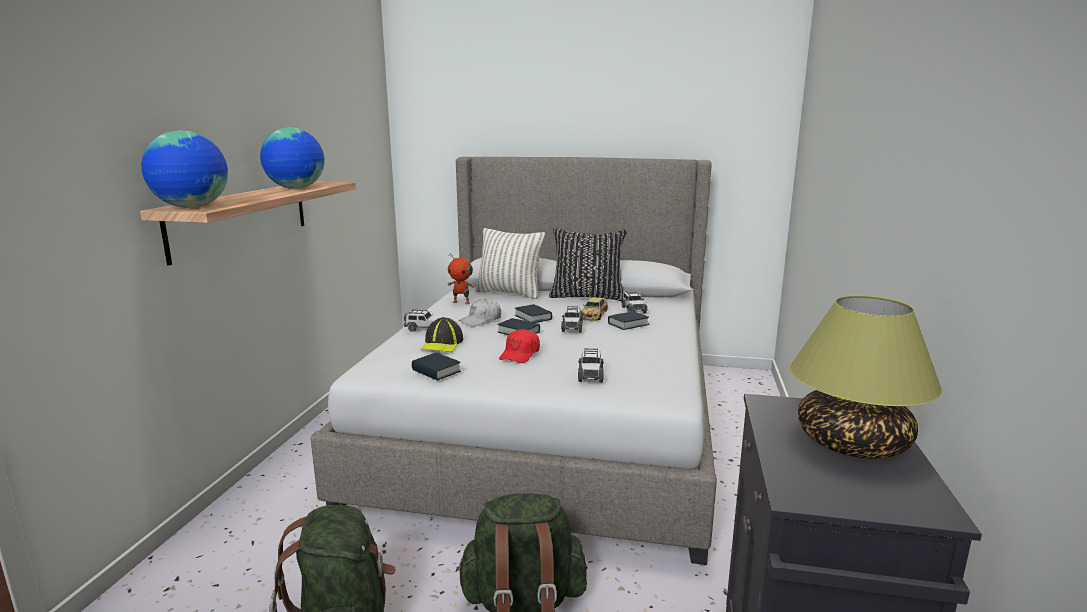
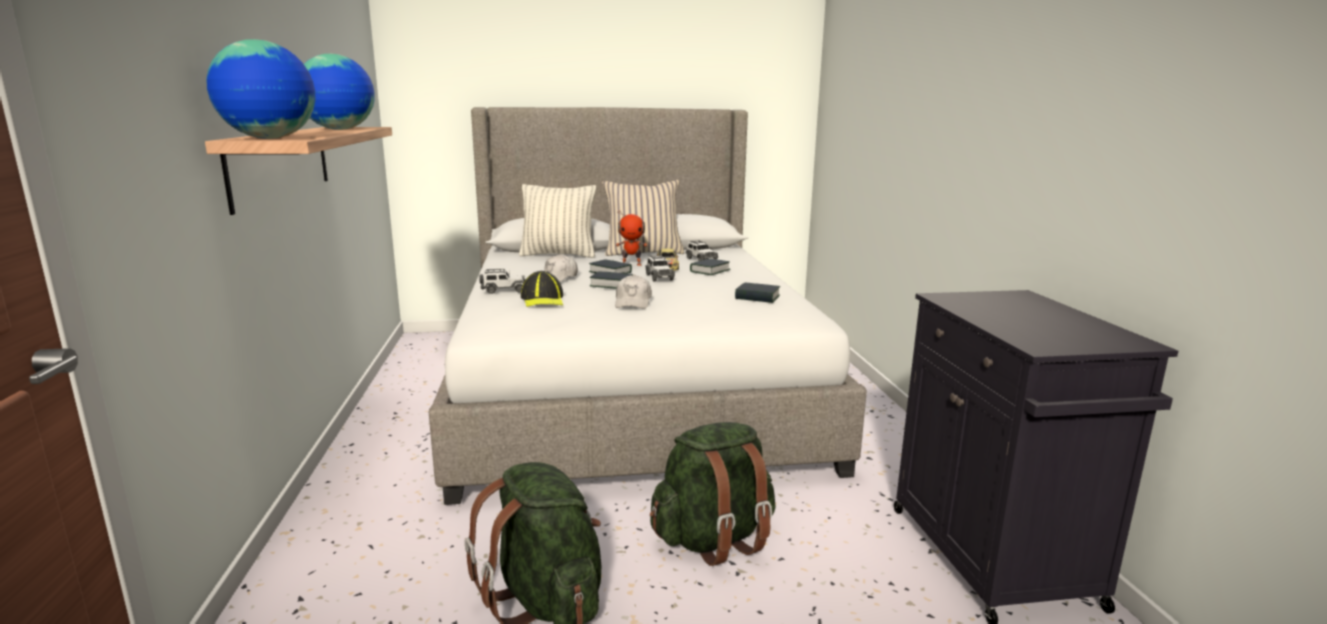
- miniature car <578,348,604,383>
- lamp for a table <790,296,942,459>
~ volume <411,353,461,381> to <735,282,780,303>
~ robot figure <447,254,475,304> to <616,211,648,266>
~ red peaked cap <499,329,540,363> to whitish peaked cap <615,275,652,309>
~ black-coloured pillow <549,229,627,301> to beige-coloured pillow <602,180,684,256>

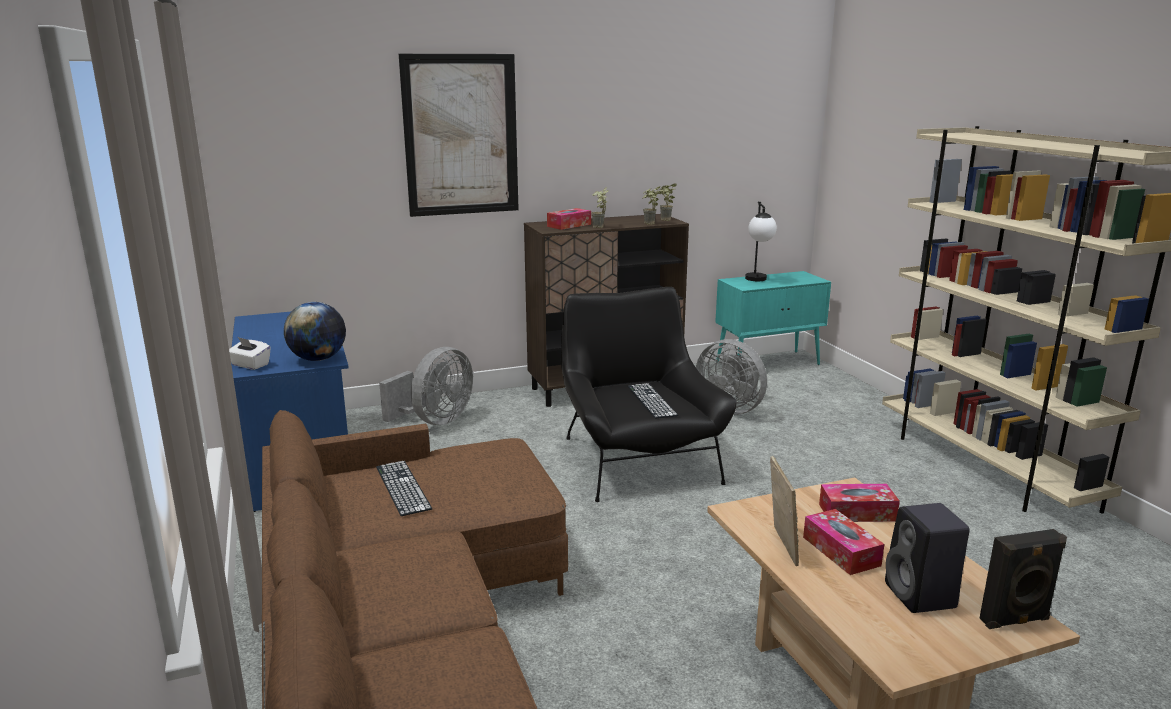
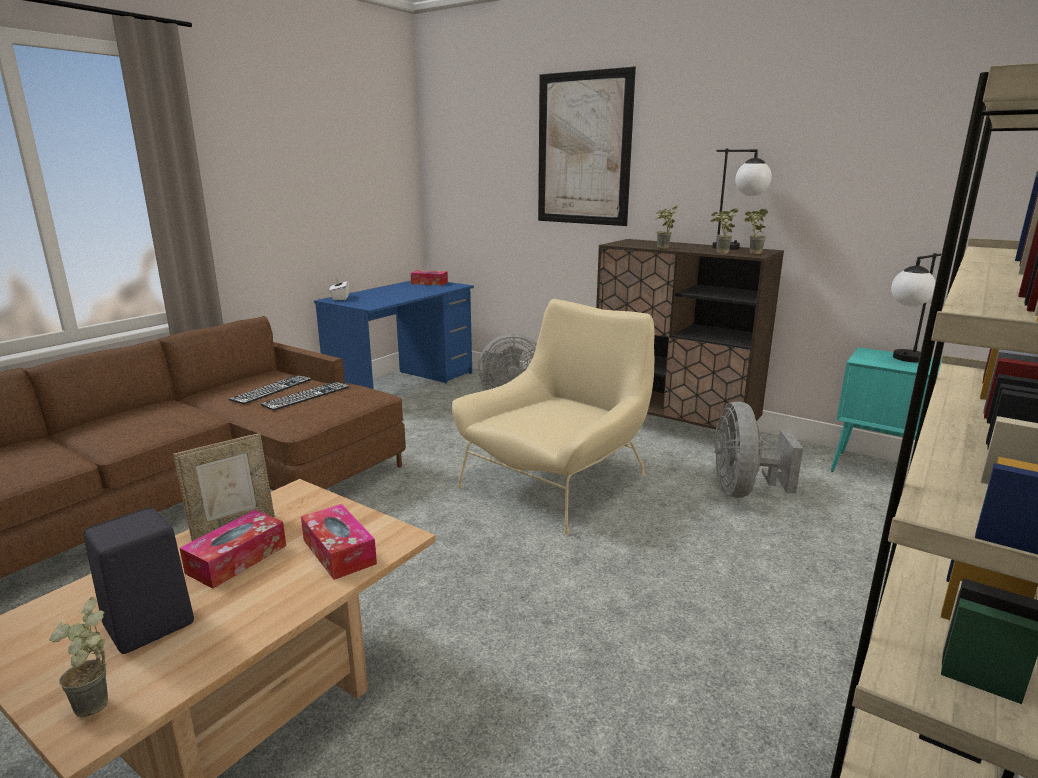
- globe <284,302,346,361>
+ lamp for a table <712,149,772,250>
~ box of tissues <547,208,591,230> to <411,270,448,285>
~ computer keyboard <628,383,678,418> to <260,382,349,411>
~ black-coloured audio speaker <979,529,1067,629> to houseplant <49,597,108,717>
~ black-coloured lounge chair <561,287,736,502> to beige-coloured lounge chair <452,299,655,535>

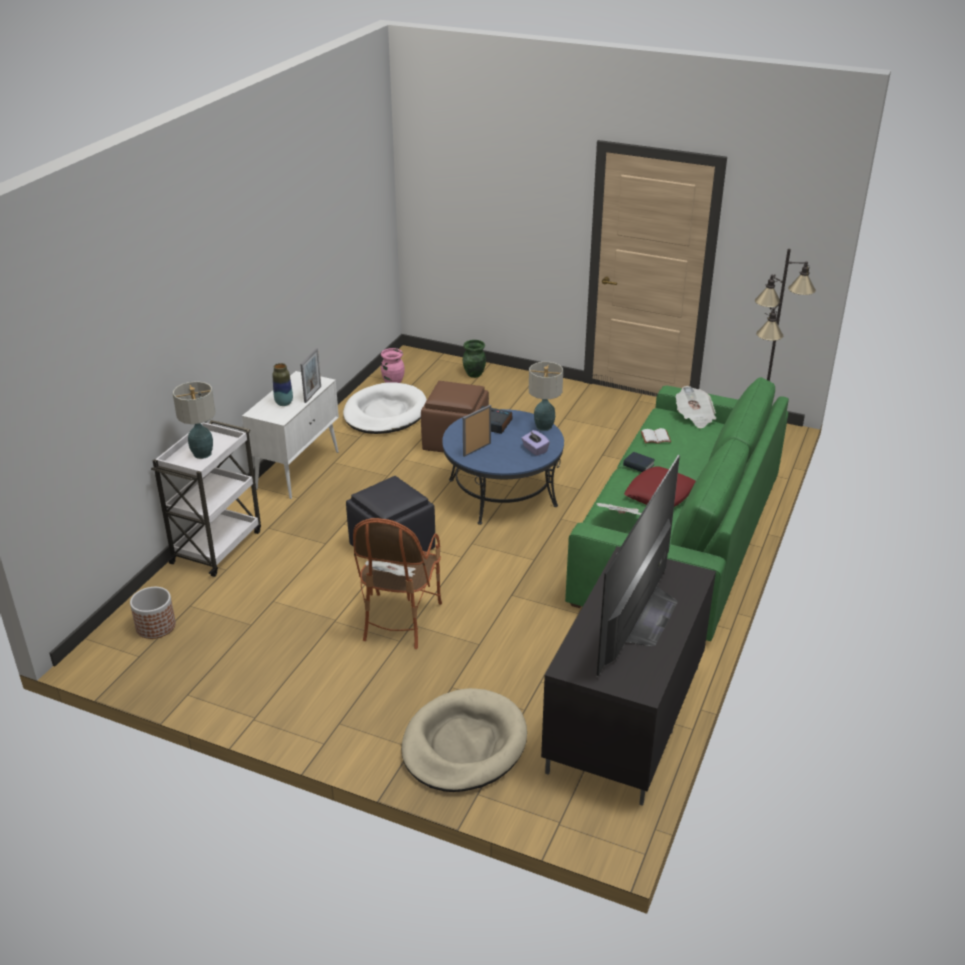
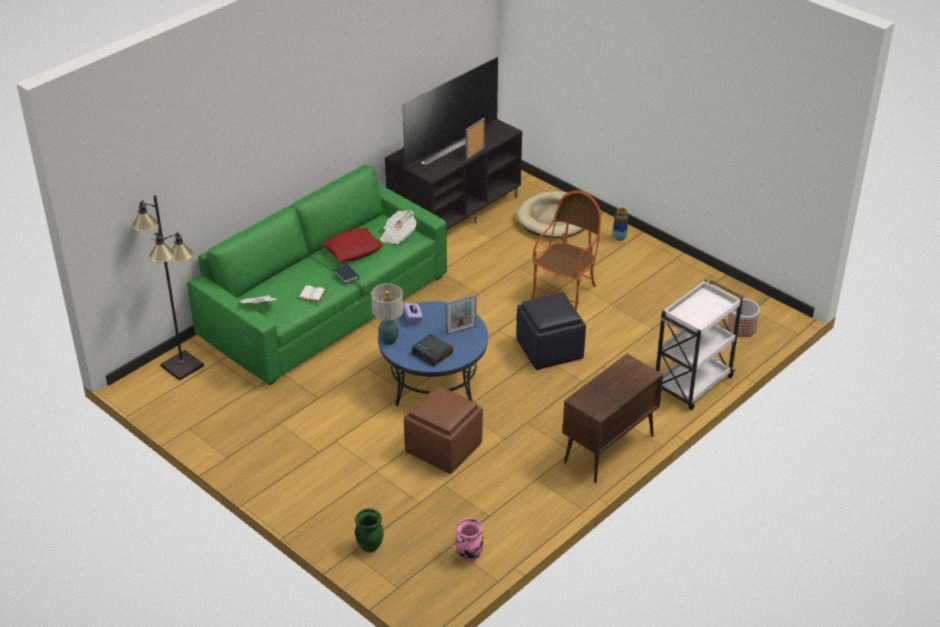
- lamp for a table <173,381,215,459>
- whitish dog cushion <343,382,427,434>
- printed paper <365,561,415,577>
~ decorative vase <272,363,293,406> to <613,208,628,241>
~ standing frame <300,348,321,403> to <466,118,485,160>
~ whitish cupboard <242,371,339,499> to brownish cupboard <563,354,663,483>

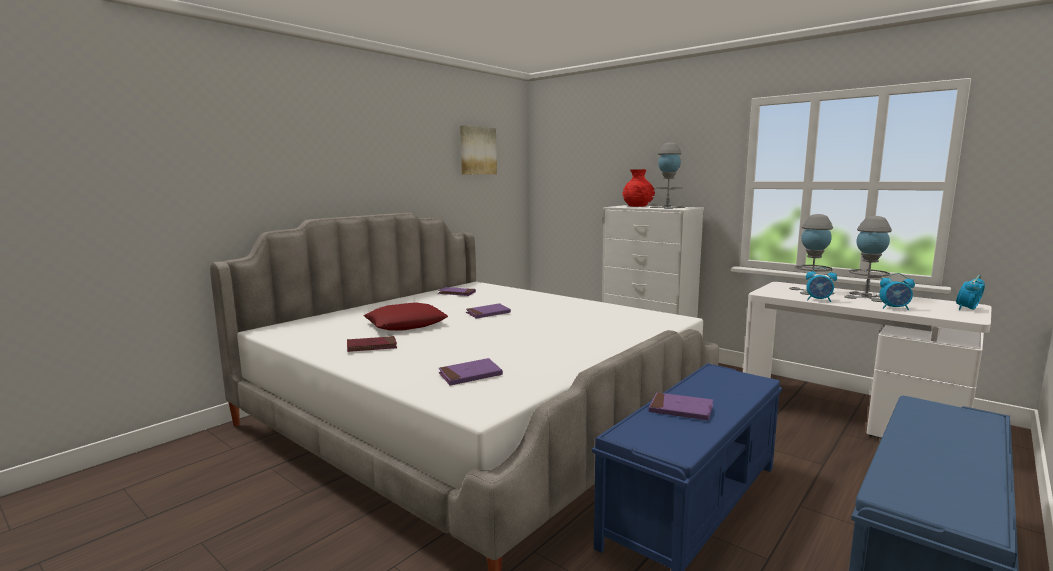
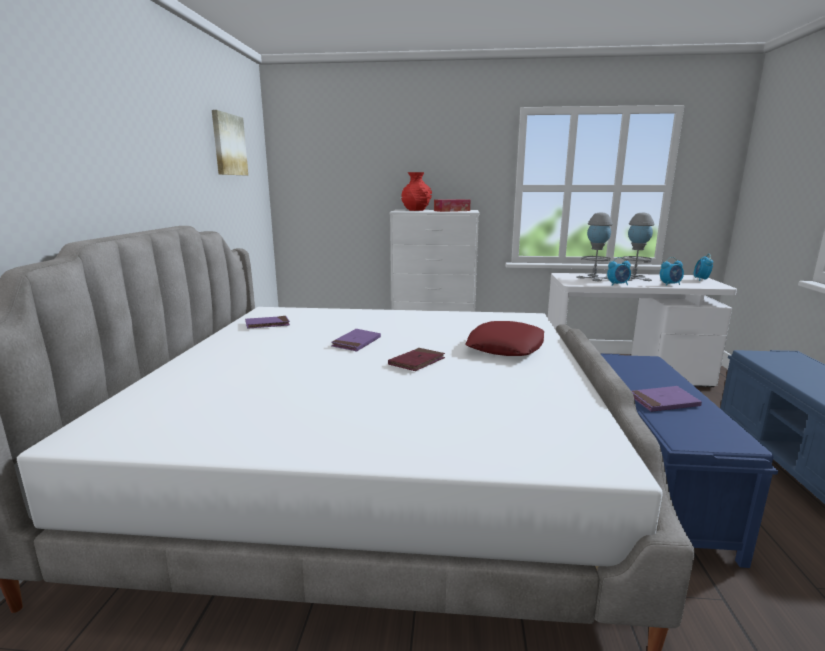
- purple volume <438,358,503,386>
~ red volume <347,336,397,352> to <388,348,445,371>
~ red pillow <364,302,448,331> to <465,321,544,356>
~ greyish lamp for a table <650,142,685,209> to box of tissues <434,199,470,212>

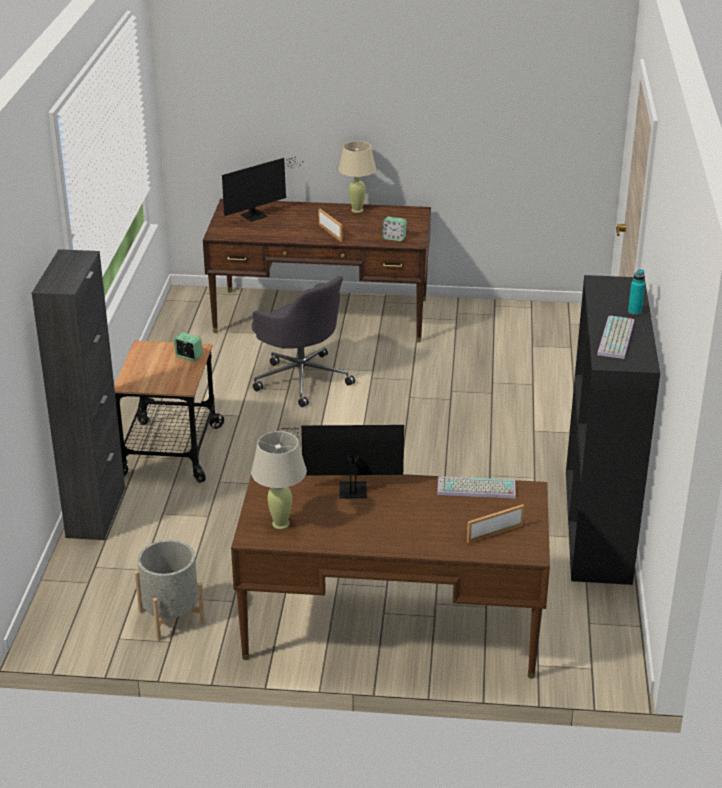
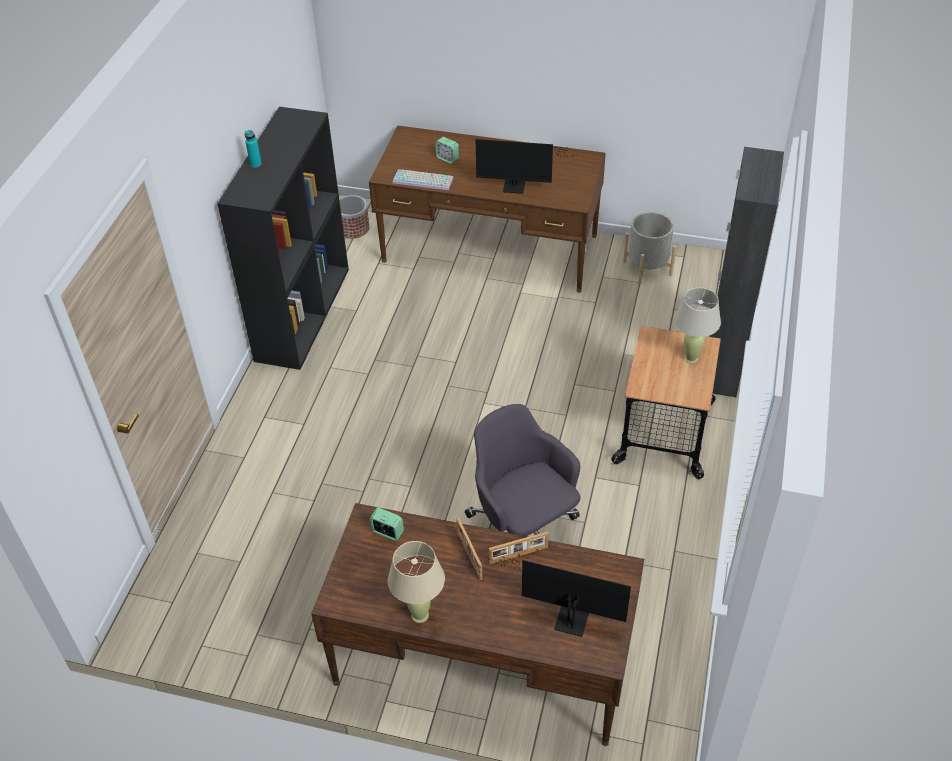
- computer keyboard <597,316,634,359>
+ flower pot <339,195,369,238>
~ bedside clock <174,332,203,361> to <435,137,459,164>
~ beige-coloured lamp for a table <251,431,307,529> to <674,288,721,364>
~ standing frame <467,504,524,544> to <489,531,549,564>
~ computer screen <222,157,301,222> = <488,557,631,637> 45 degrees clockwise

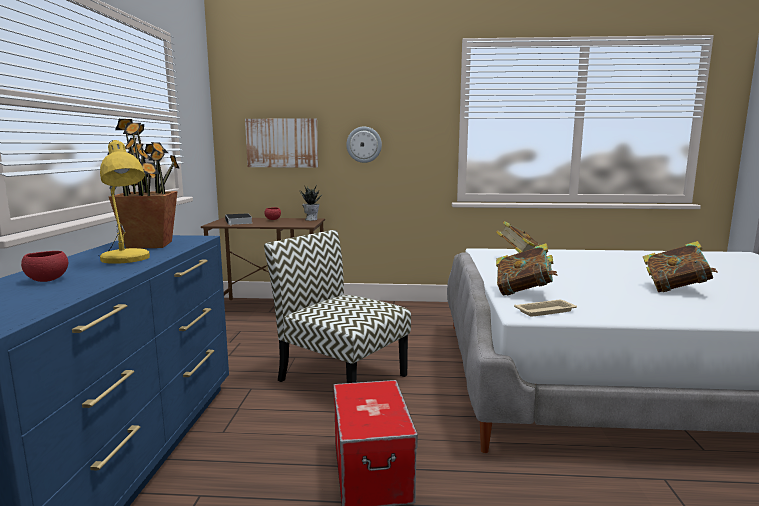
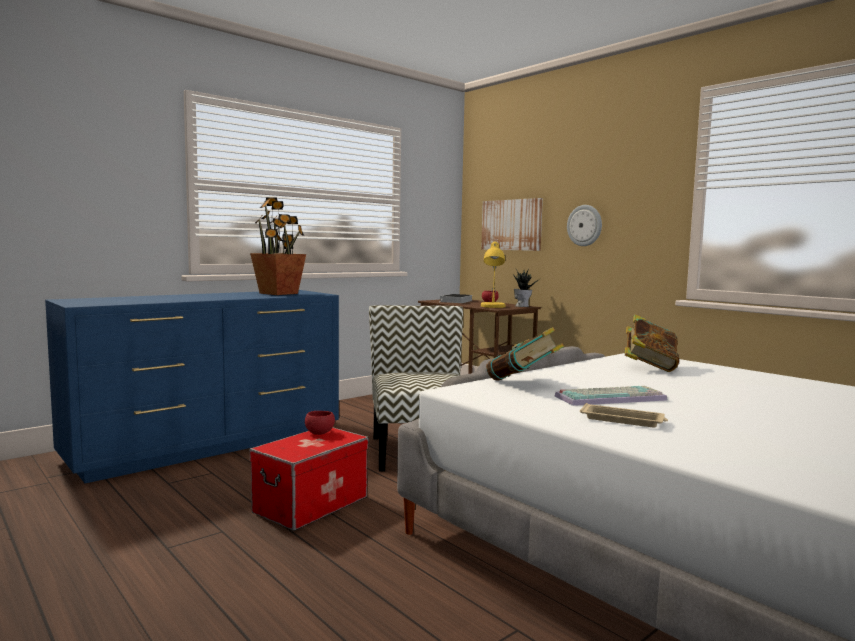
- volume <643,241,718,292>
+ computer keyboard <555,386,667,406>
~ red bowl <21,251,68,282> to <305,411,335,435>
~ yellow-coloured lamp for a table <100,140,150,264> to <481,241,506,308>
~ beige-coloured serving tray <514,300,577,317> to <580,403,668,428>

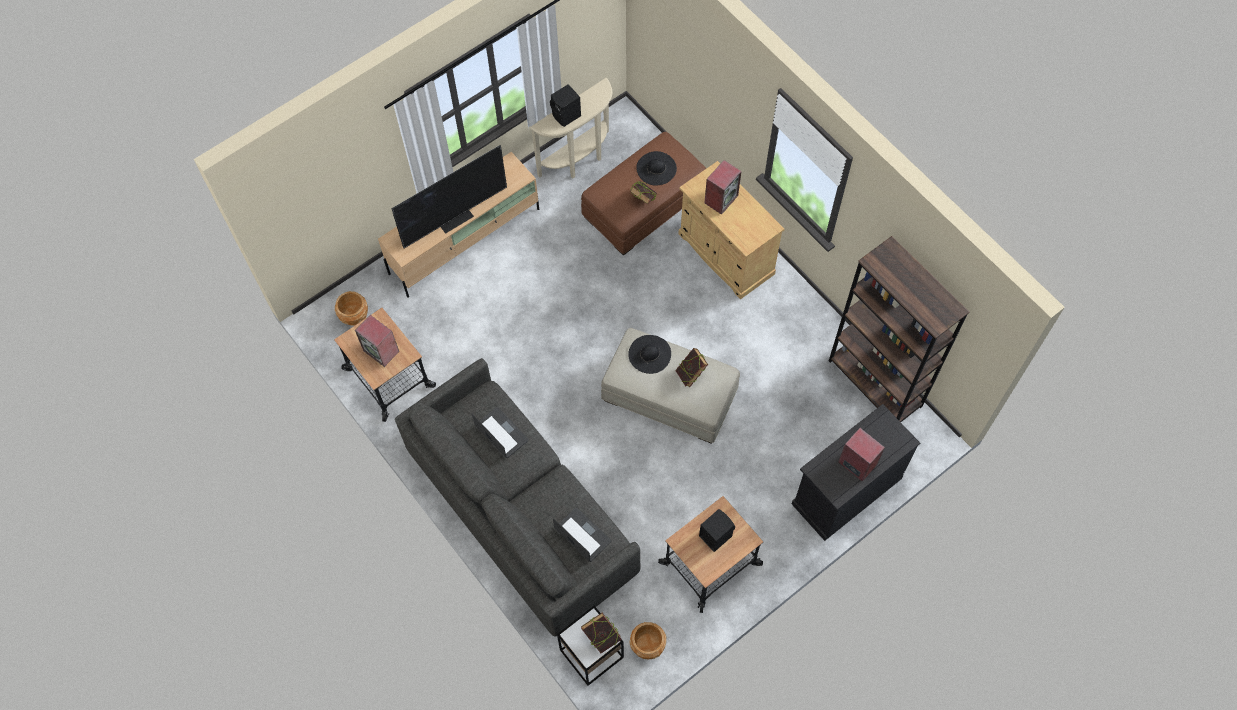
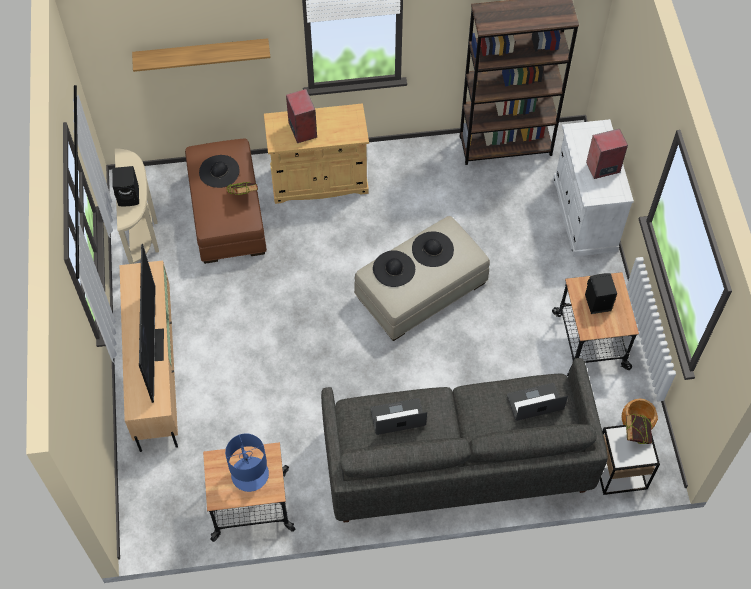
- brownish flower pot <335,291,368,326>
+ wall shelf <132,38,270,72>
~ audio speaker <355,315,399,367> to blue lamp for a table <225,434,269,492>
~ volume <675,348,708,387> to black-coloured hat <412,231,454,267>
~ black-coloured cupboard <792,404,920,541> to whitish cupboard <553,119,634,257>

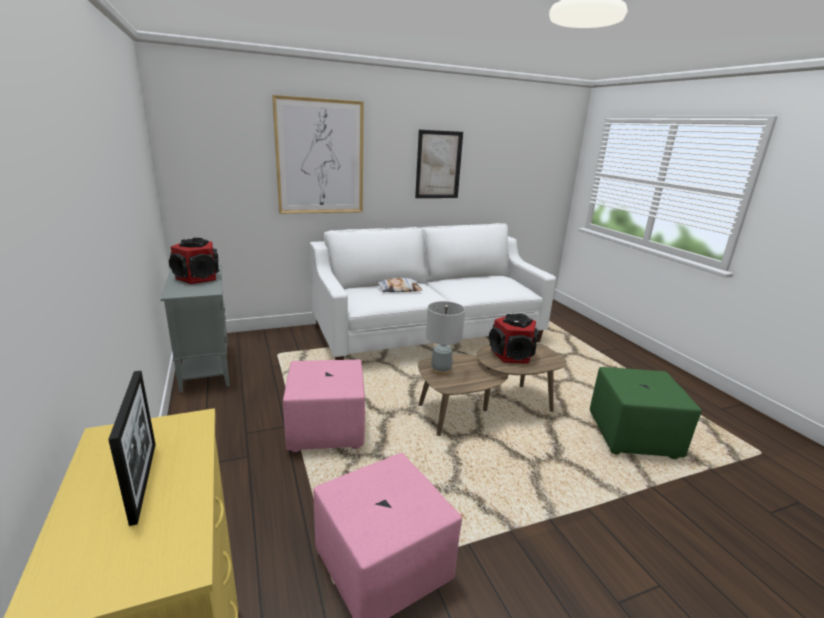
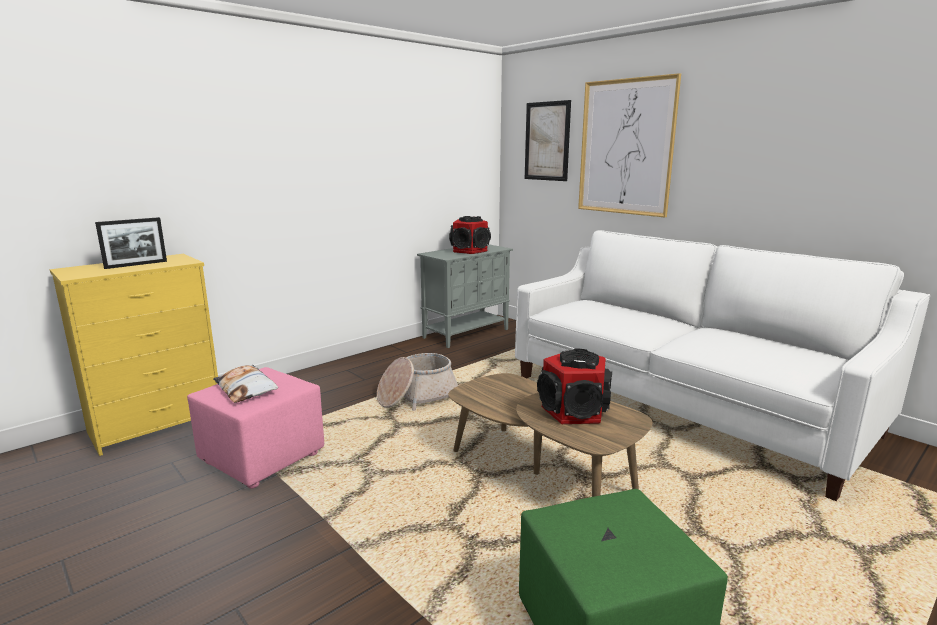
- greyish lamp for a table <426,301,465,375>
~ pillow <377,278,422,292> to <213,365,278,403>
~ wall art <415,130,463,198> to <525,100,571,181>
~ pink-coloured pouffe <283,359,365,452> to household basket <377,353,458,411>

